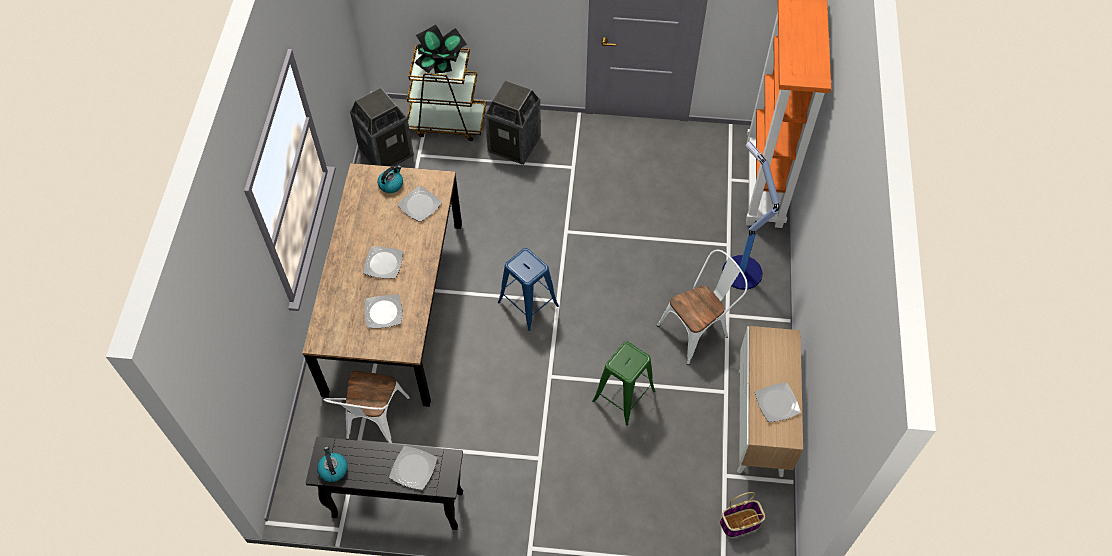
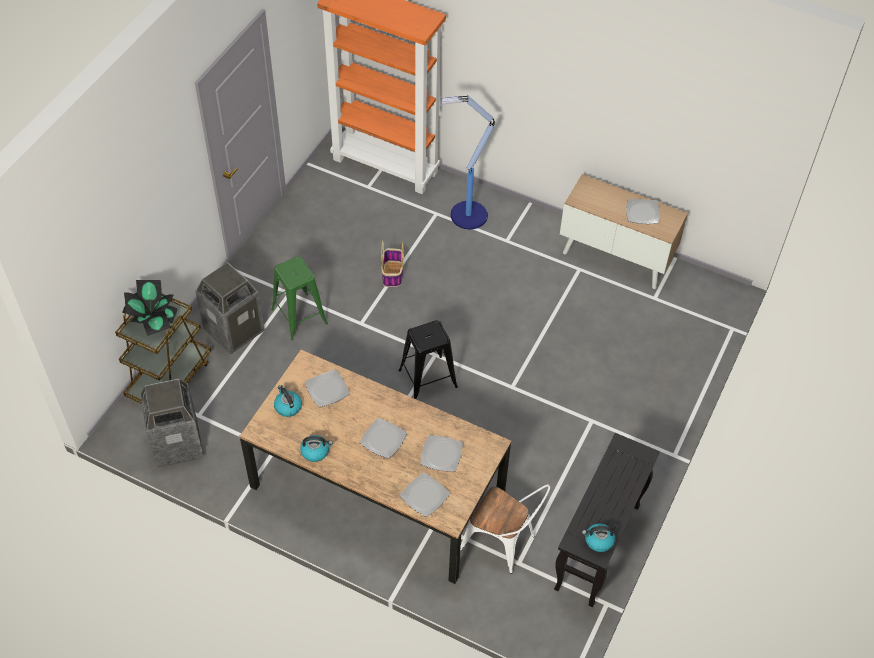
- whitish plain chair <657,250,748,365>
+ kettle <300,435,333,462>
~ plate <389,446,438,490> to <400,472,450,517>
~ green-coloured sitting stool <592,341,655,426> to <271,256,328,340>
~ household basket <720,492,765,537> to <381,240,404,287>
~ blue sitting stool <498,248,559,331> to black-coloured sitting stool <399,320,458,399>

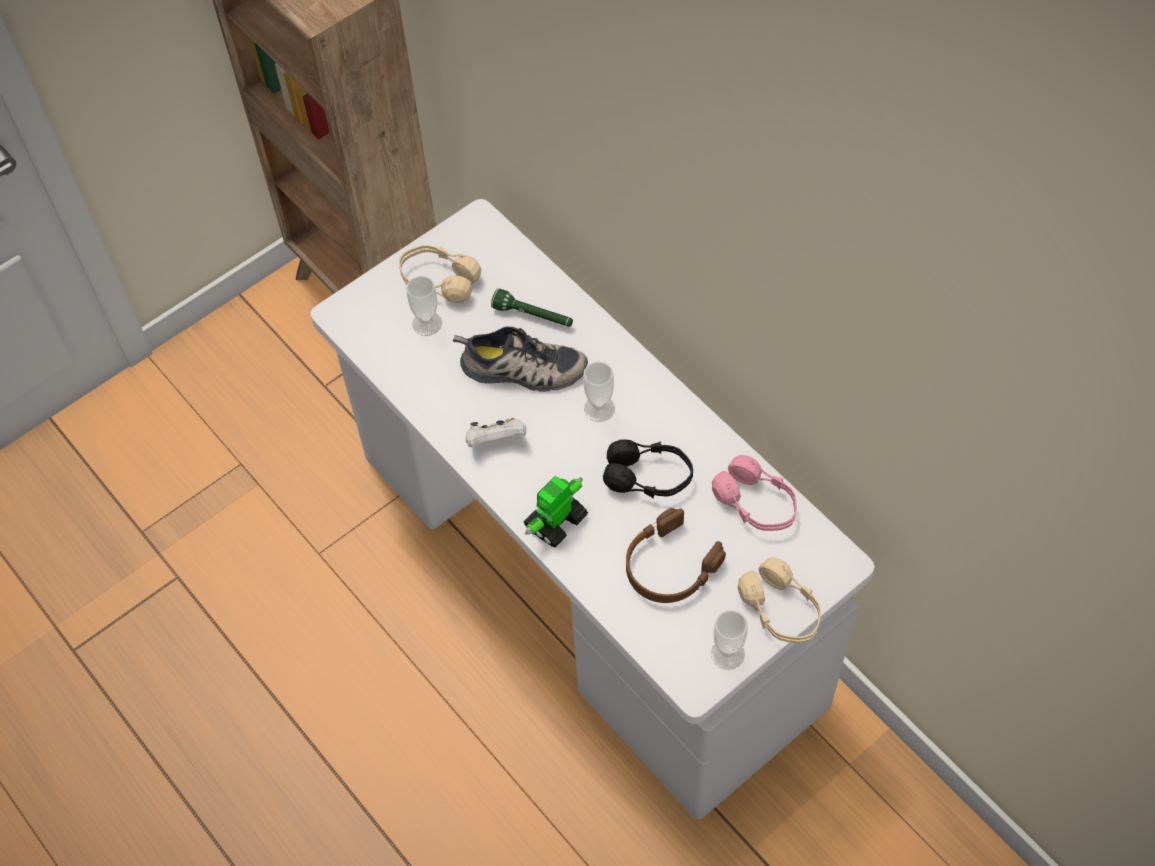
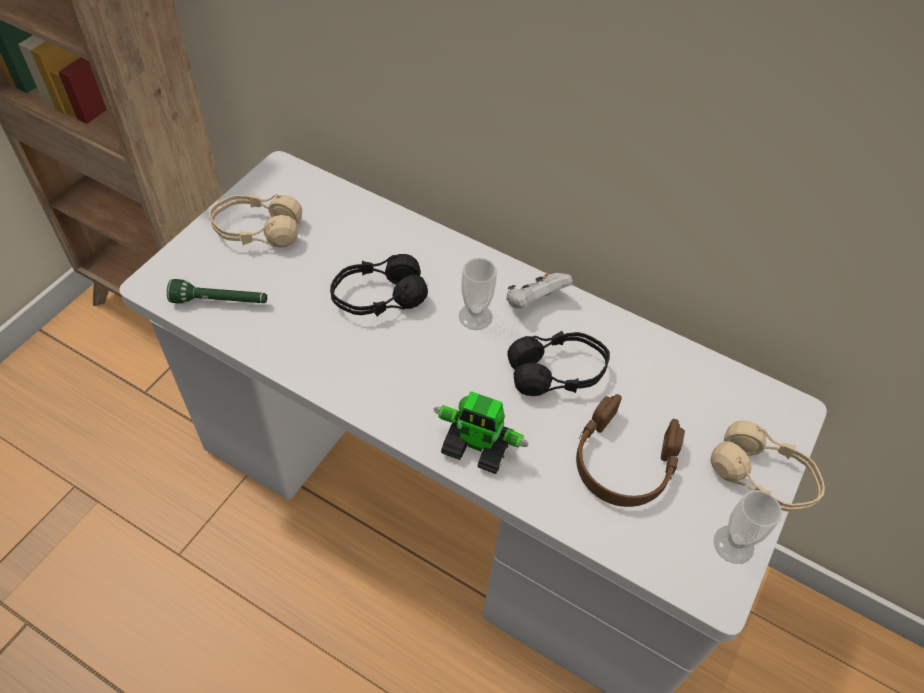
- drinking cup <406,276,442,336>
- pink-coloured headphones <712,455,797,531>
~ whitish gamepad <466,418,526,447> to <506,273,573,308>
~ green-coloured torch <491,288,573,327> to <167,279,267,304>
~ shoe <453,327,588,392> to black-coloured headphones <330,254,428,316>
~ robot figure <524,476,588,548> = <434,391,529,474> 90 degrees counterclockwise

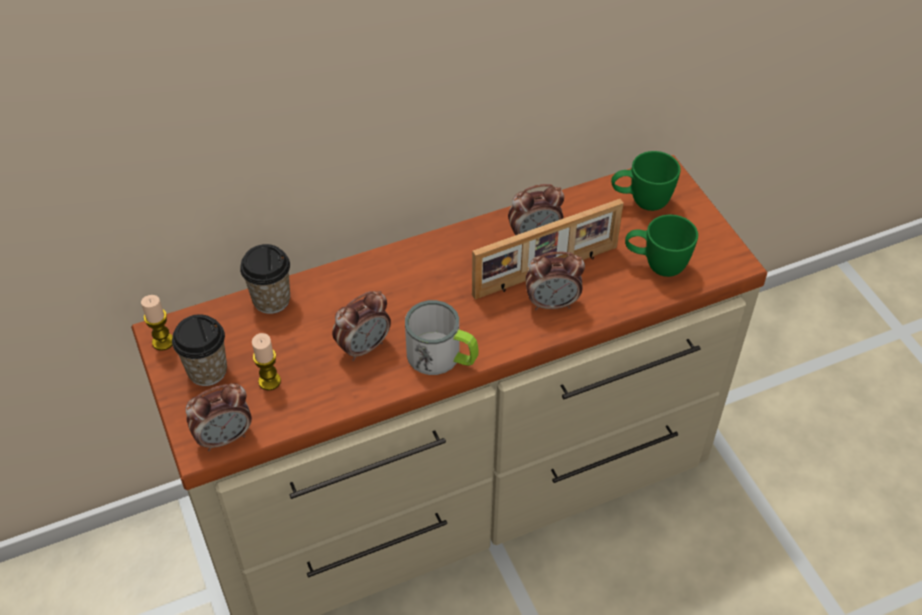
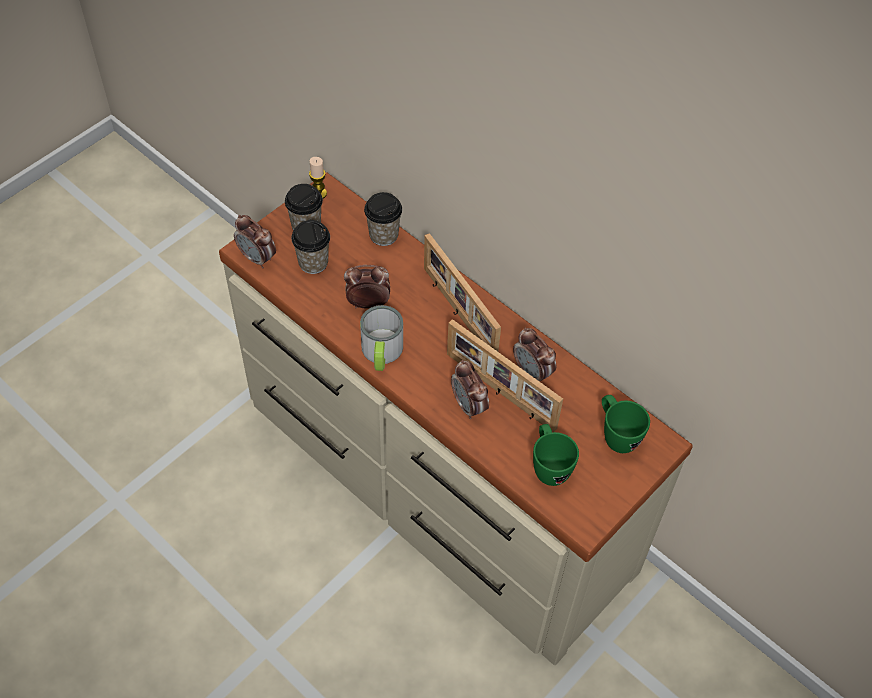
+ standing frame <424,233,501,351>
~ candle <252,333,281,390> to drinking cup <291,220,330,274>
~ bedside clock <332,291,391,361> = <344,265,390,309> 150 degrees clockwise

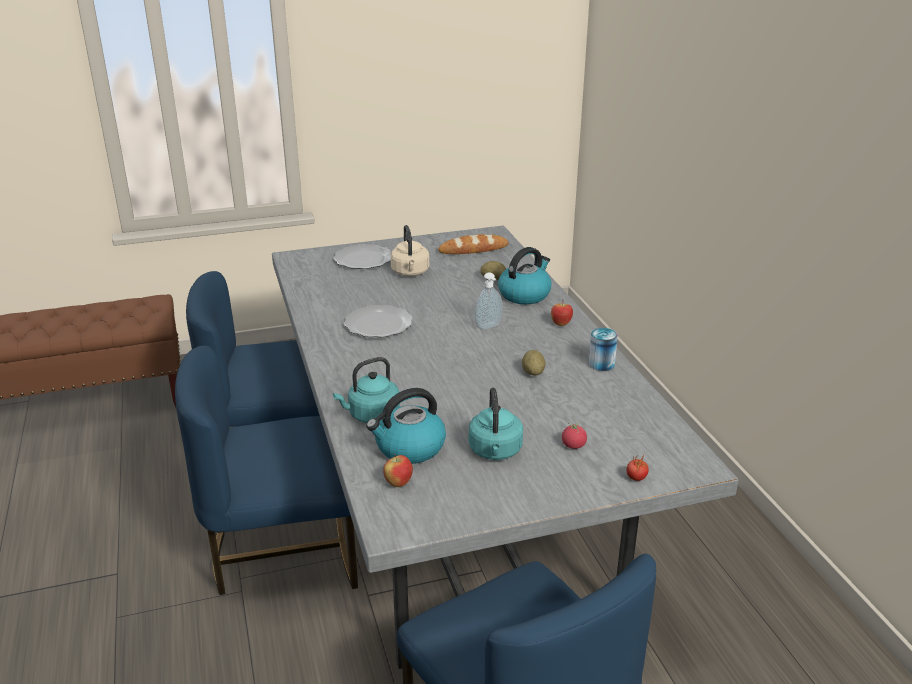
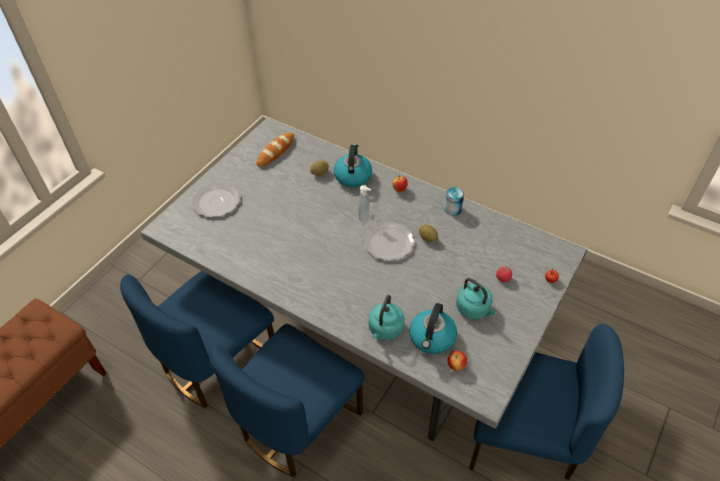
- beige-coloured kettle <391,225,429,276>
~ plate <344,305,413,337> to <363,222,414,261>

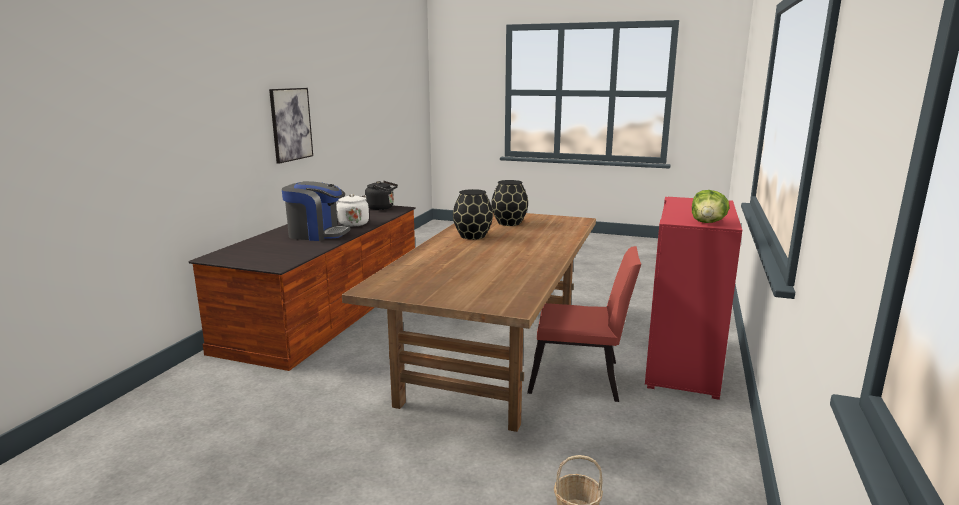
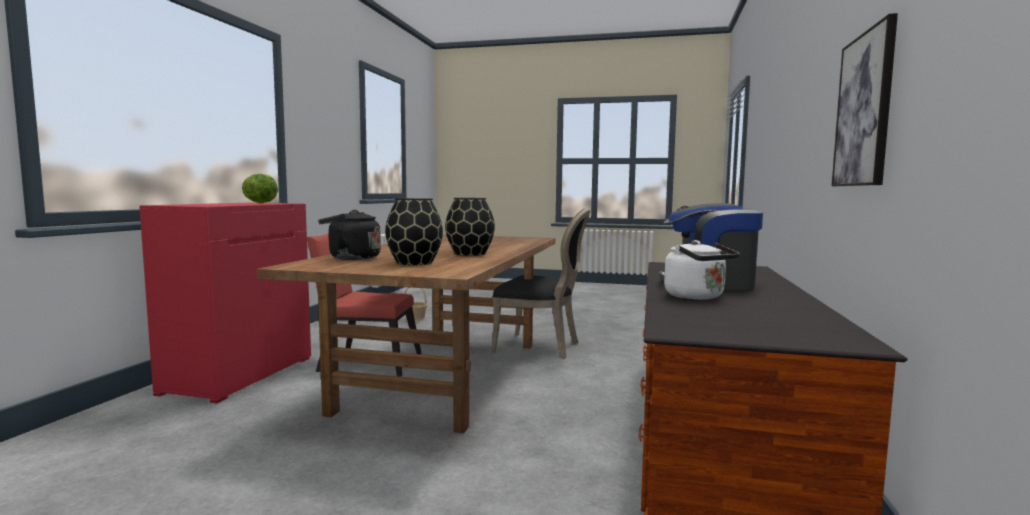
+ black-coloured plain chair <491,208,591,359>
~ black-coloured kettle <365,181,398,210> to <318,210,381,260>

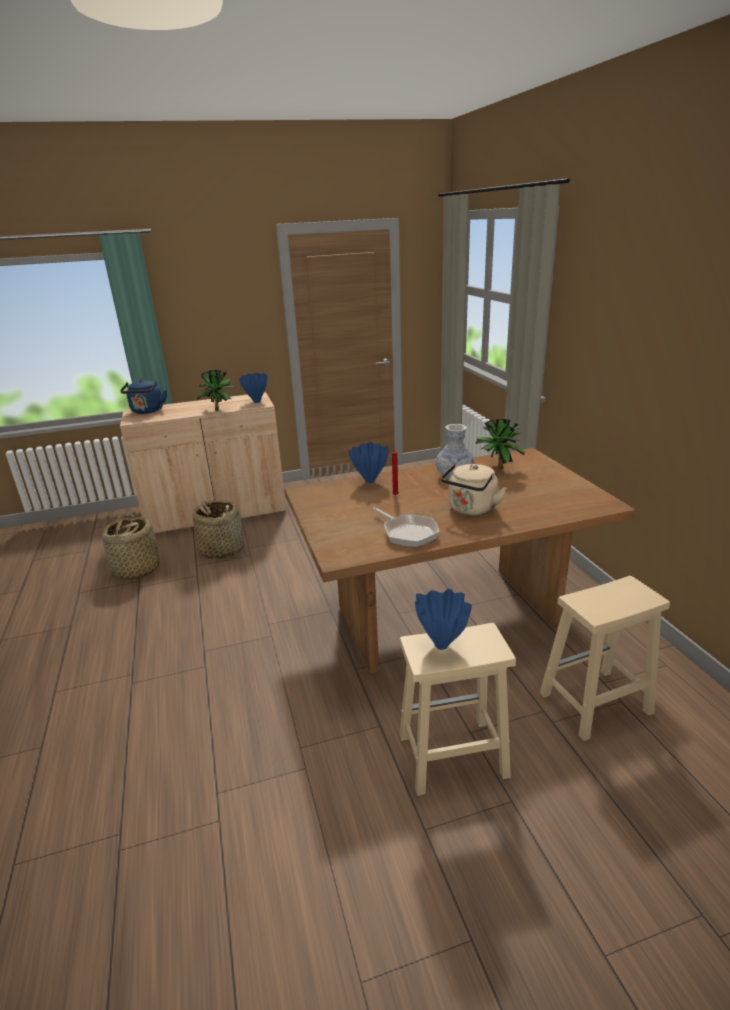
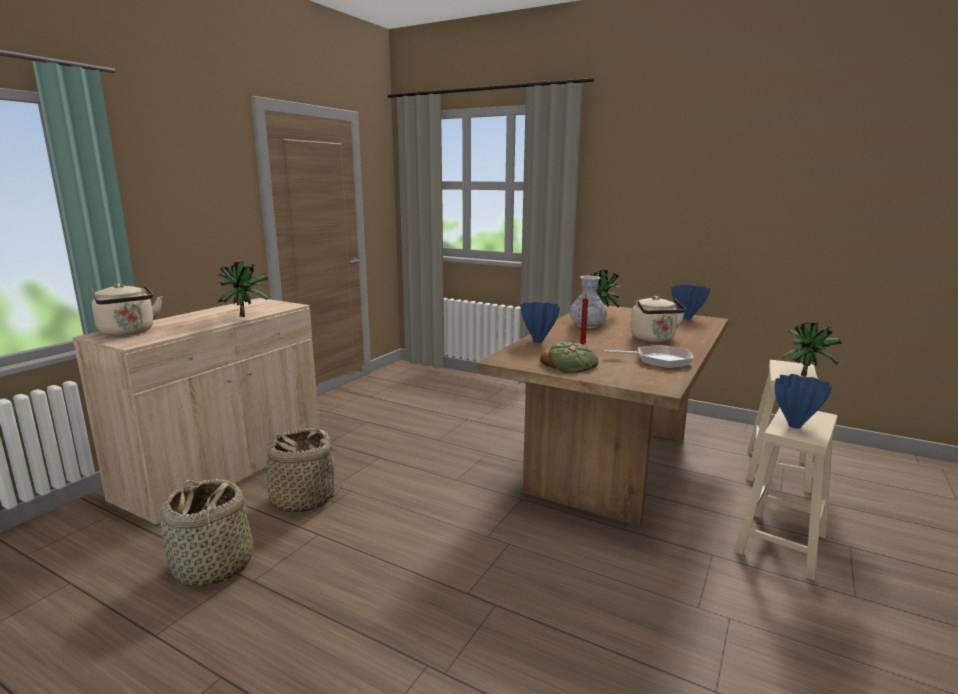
+ baked bread <540,342,598,373>
+ houseplant <782,323,842,377>
~ blue decorative vase <239,373,267,403> to <671,285,711,320>
~ blue kettle <120,379,167,414> to beige-coloured kettle <92,283,162,336>

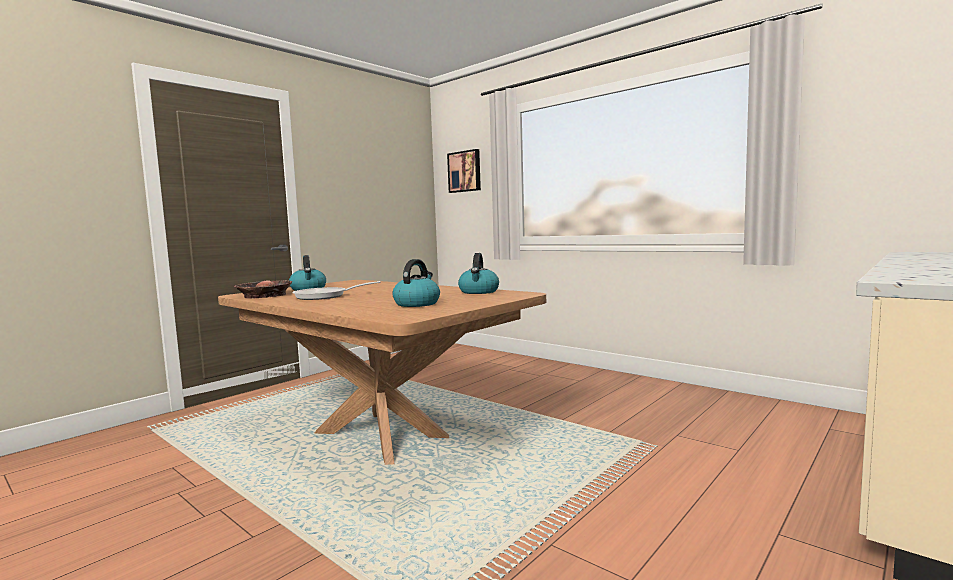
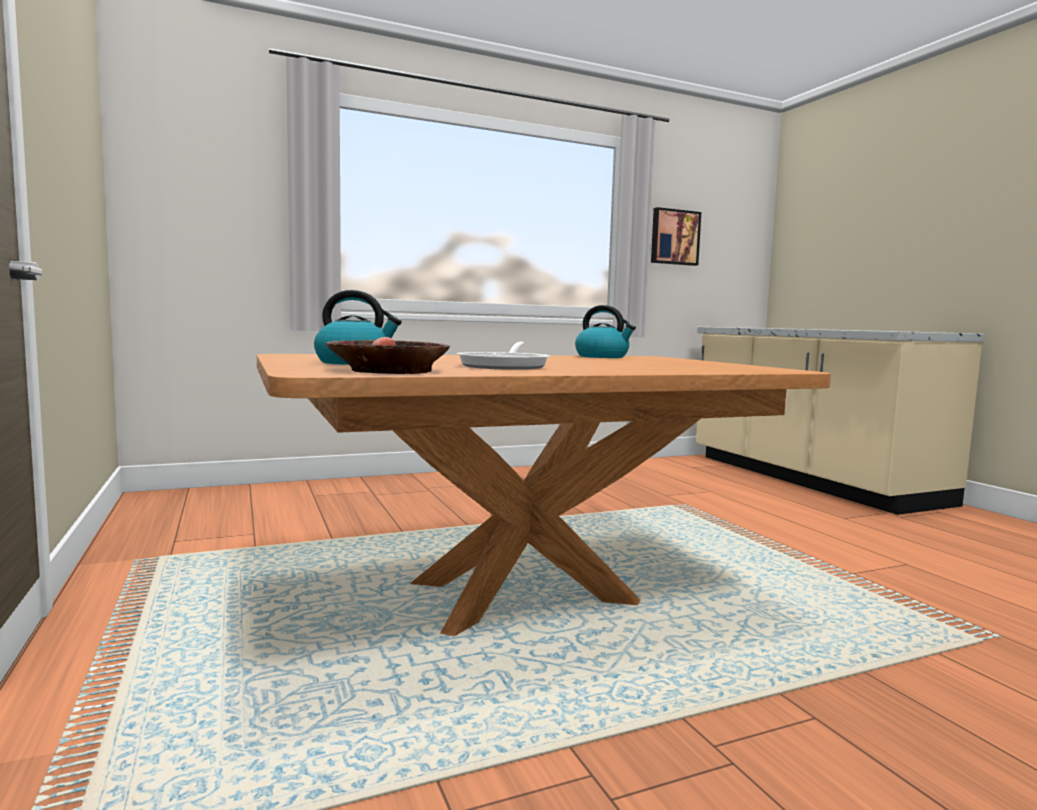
- kettle <392,259,440,307>
~ wall art <447,149,481,193> to <651,207,701,266>

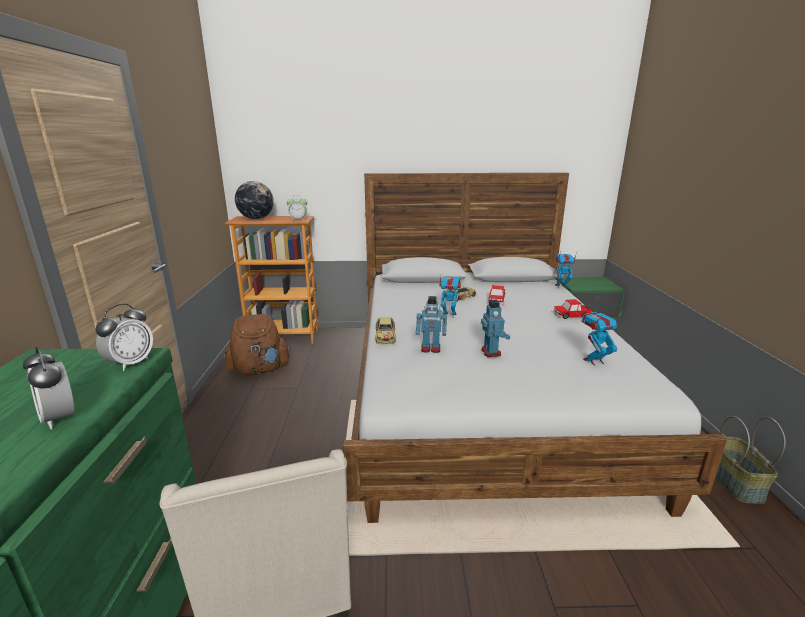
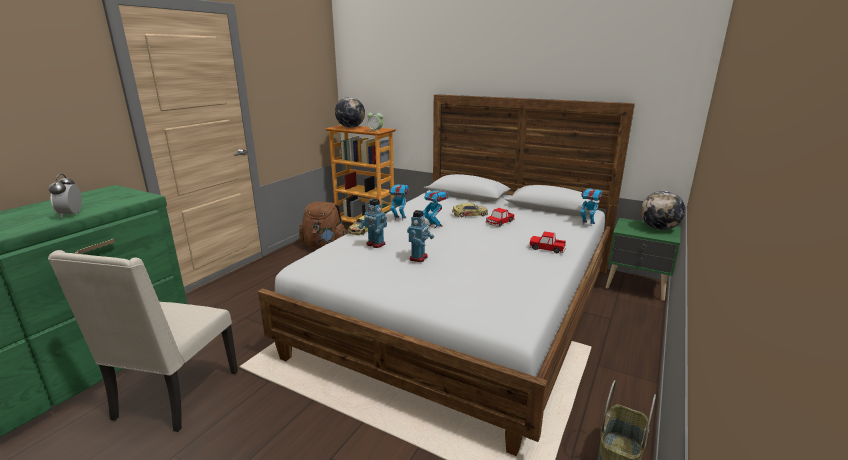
- bedside clock <95,303,153,371>
+ globe <641,191,685,230>
~ robot figure <581,312,622,365> to <389,184,409,221>

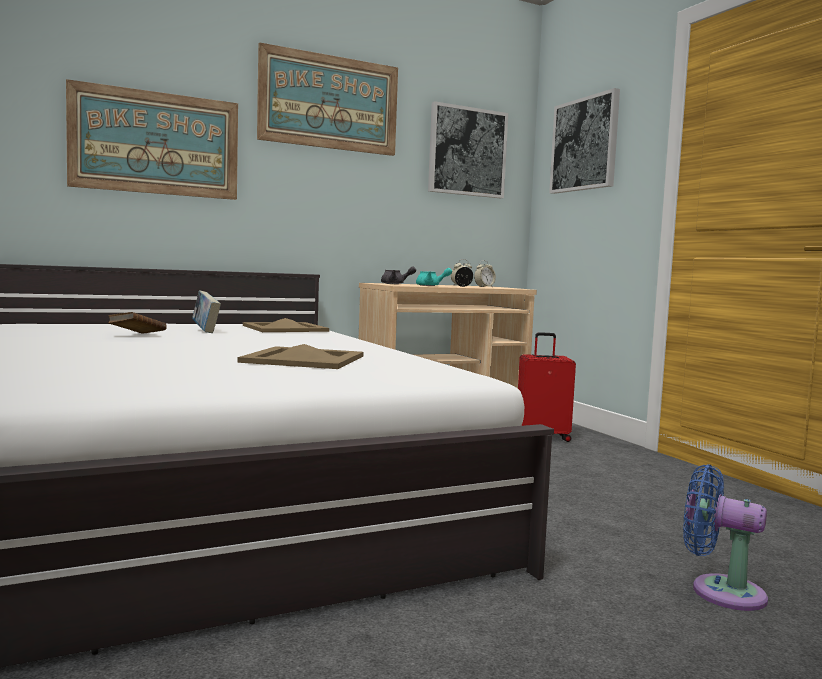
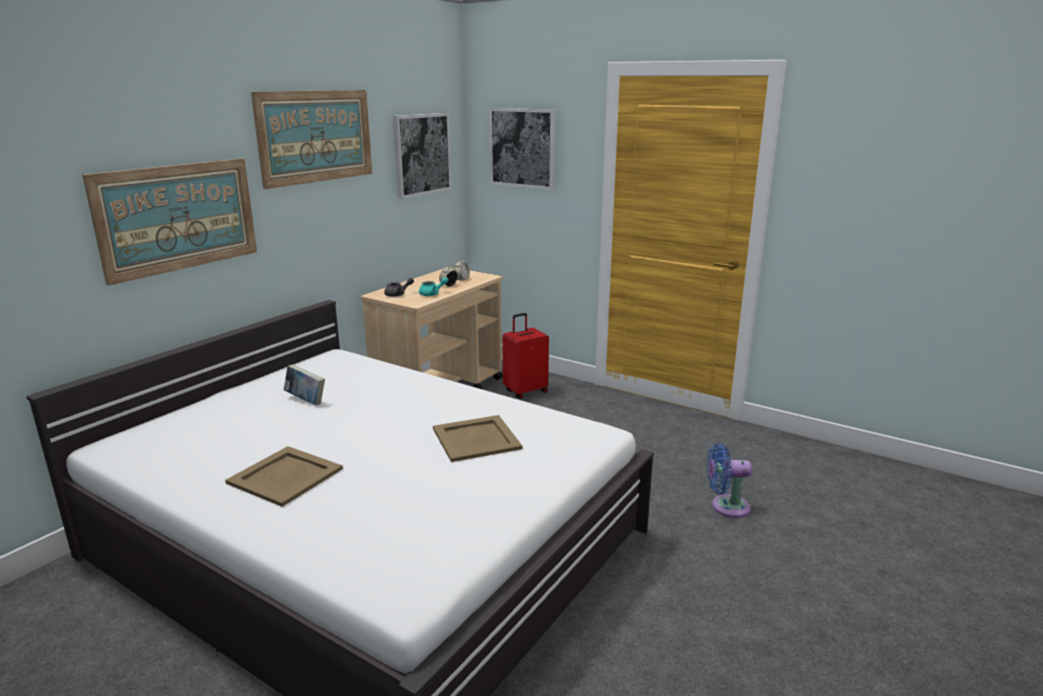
- brownish volume <108,312,167,334>
~ beige-coloured serving tray <243,318,329,332> to <225,446,343,507>

